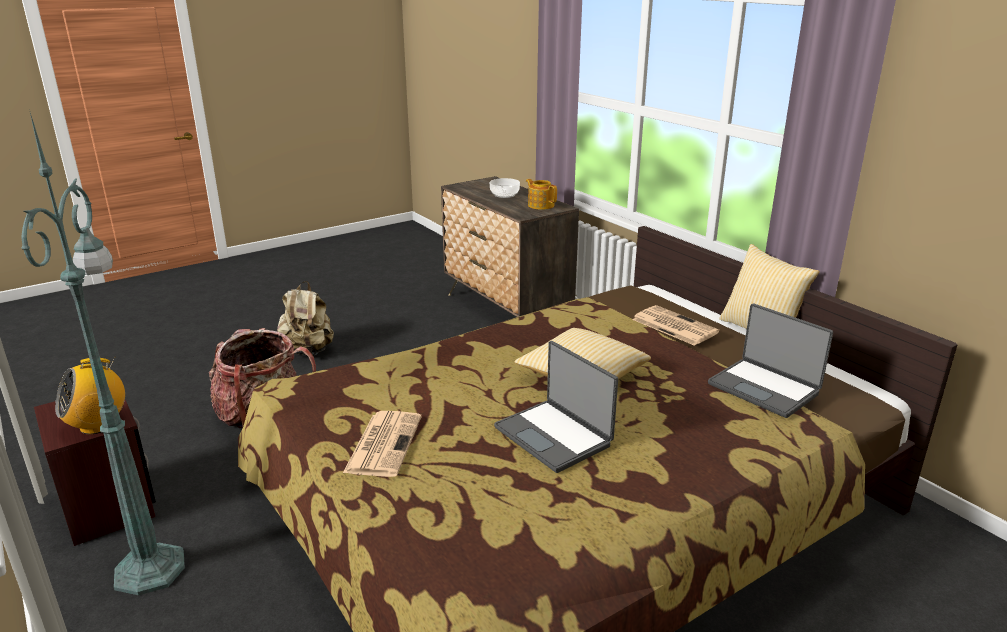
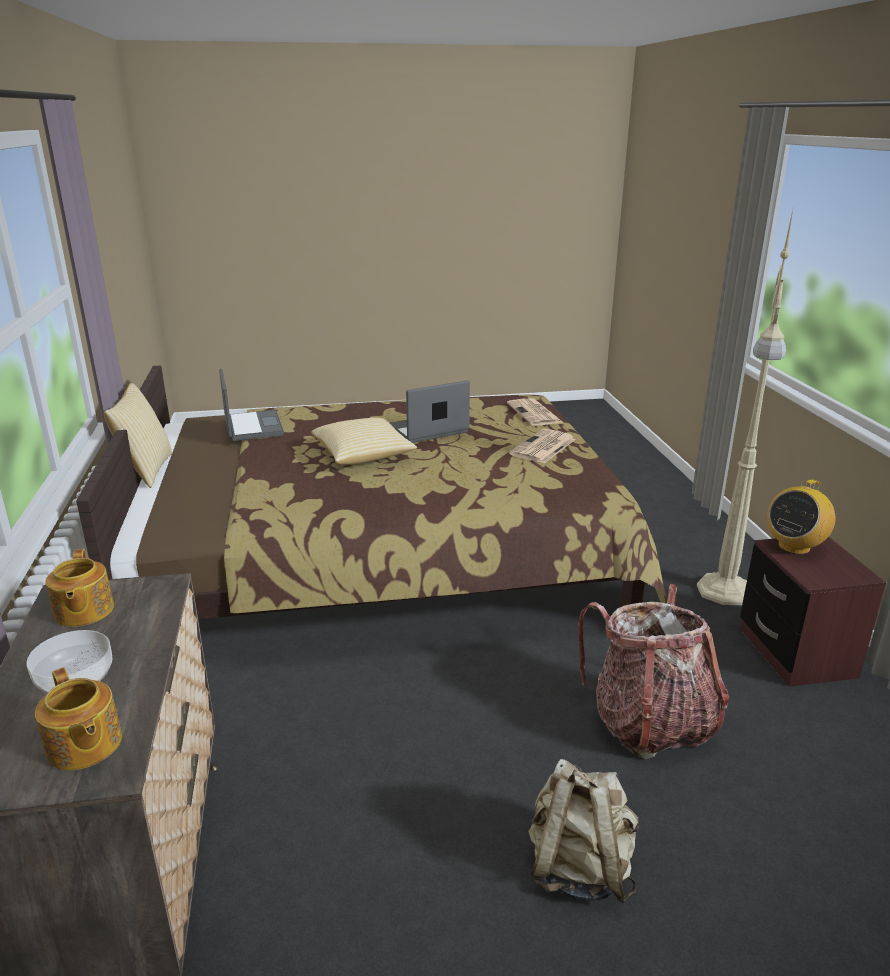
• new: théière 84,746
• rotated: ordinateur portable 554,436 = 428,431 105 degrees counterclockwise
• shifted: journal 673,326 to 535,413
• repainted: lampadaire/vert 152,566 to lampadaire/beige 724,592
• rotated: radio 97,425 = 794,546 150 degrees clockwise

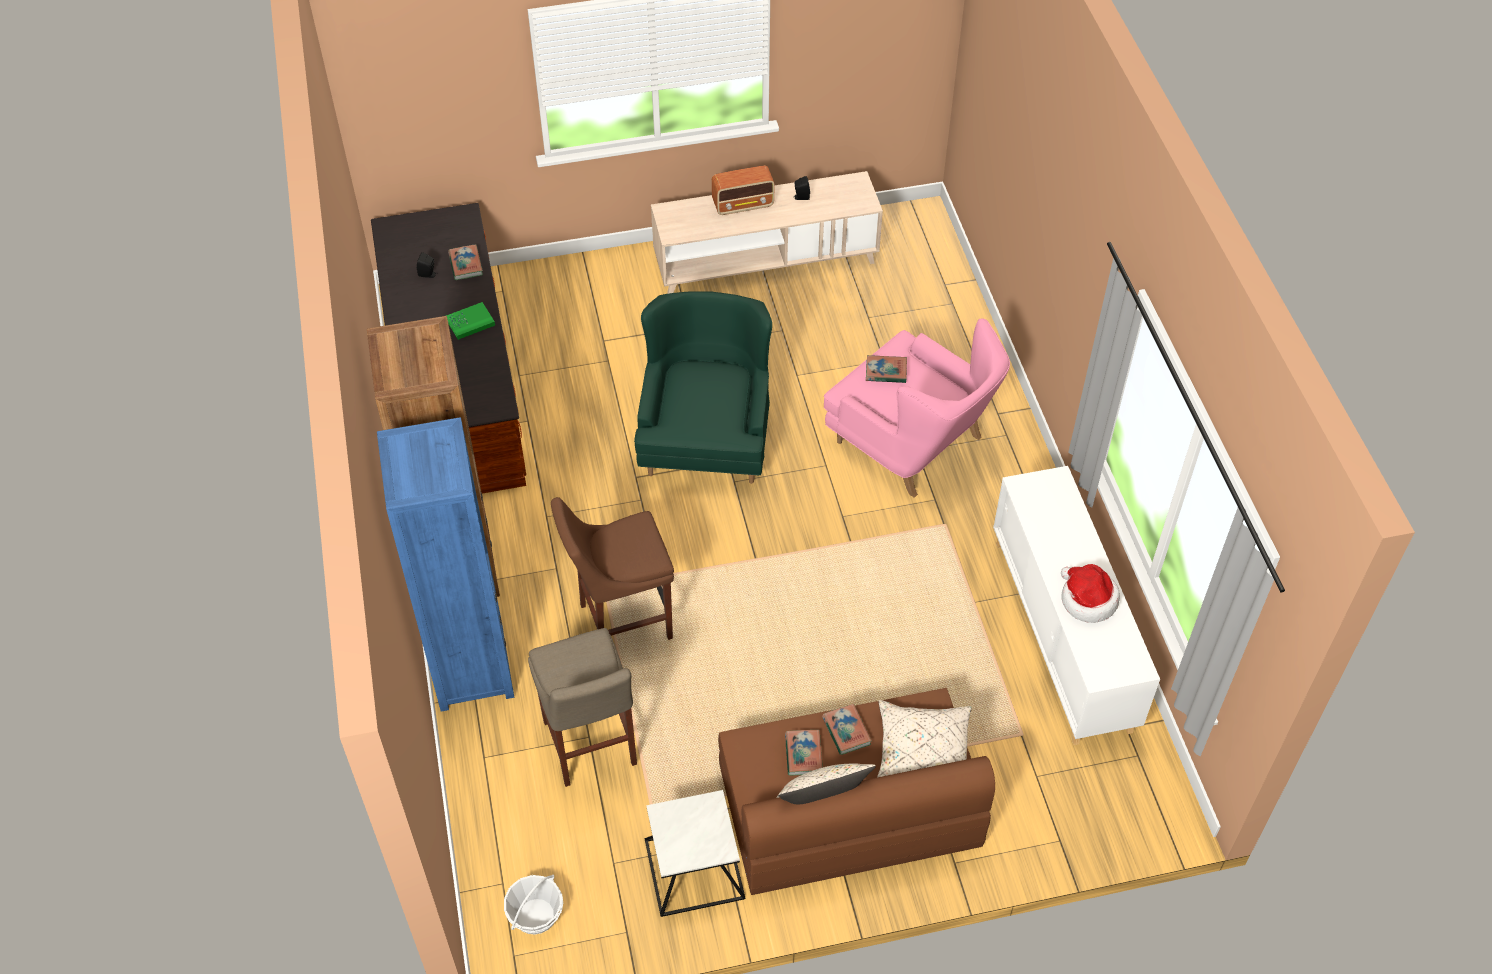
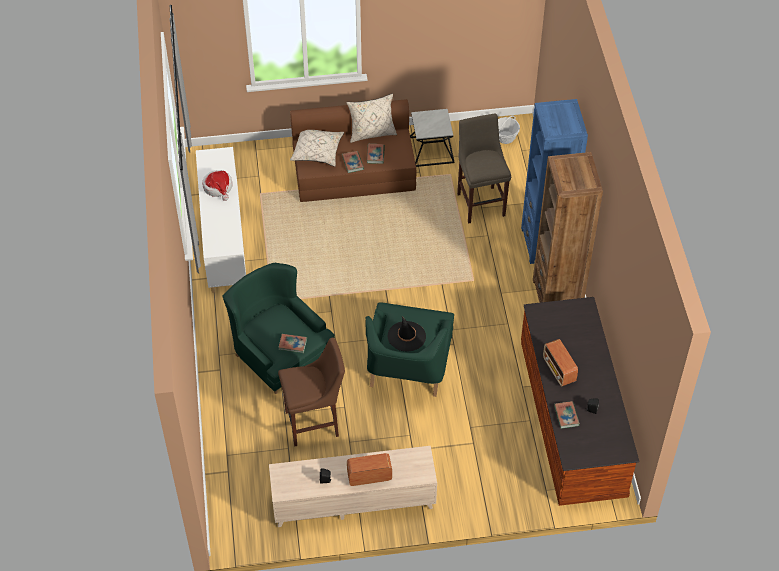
• repainted: fauteuil/rose 912,442 to fauteuil/vert 279,354
• shifted: tabouret/marron 620,622 to 315,423
• new: chapeau/noir 406,336
• swapped: livre/vert 470,322 to radio 559,370

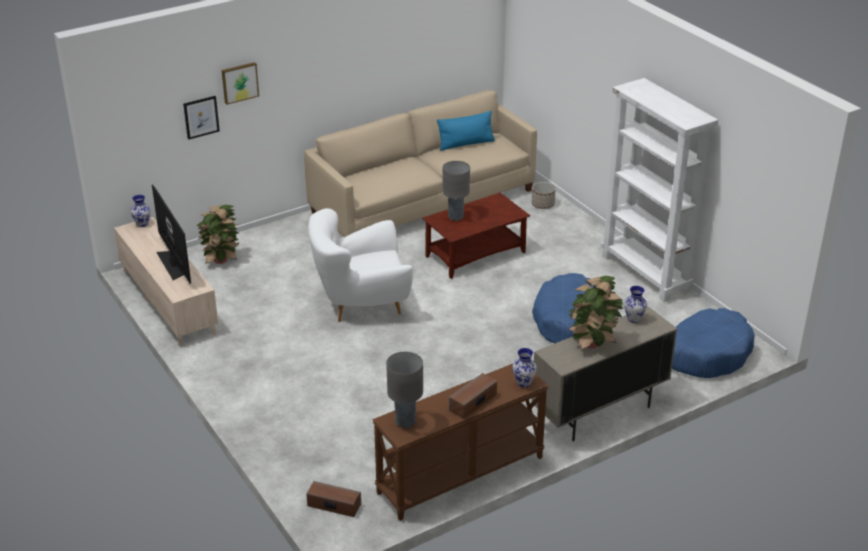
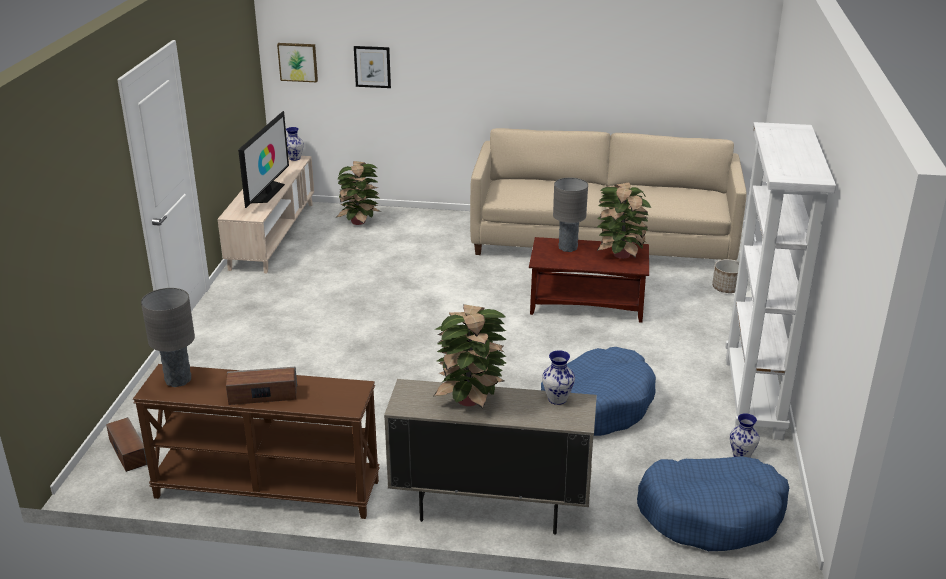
• shifted: tableau 239,82 to 298,62
• new: plante en pot 620,254
• shifted: vase 524,383 to 741,456
• gone: fauteuil/blanc 362,303
• gone: coussin/bleu 466,144

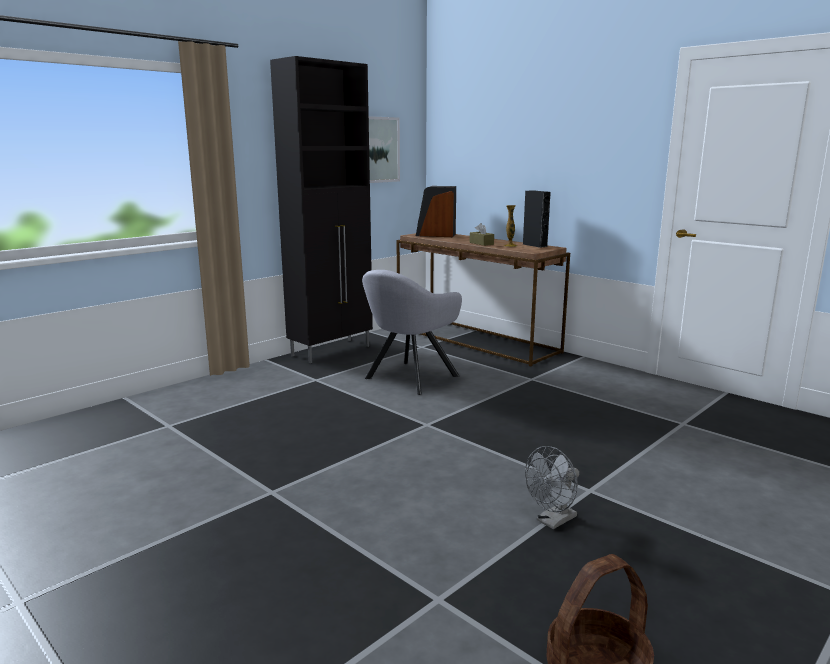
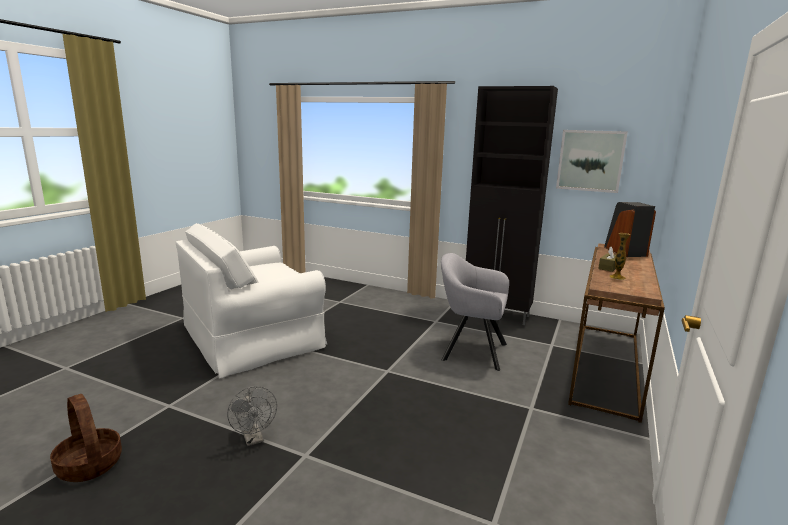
• new: fauteuil/blanc 253,337
• rotated: ventilateur/gris 552,521 = 254,439 150 degrees counterclockwise
• gone: enceinte/noir 535,245

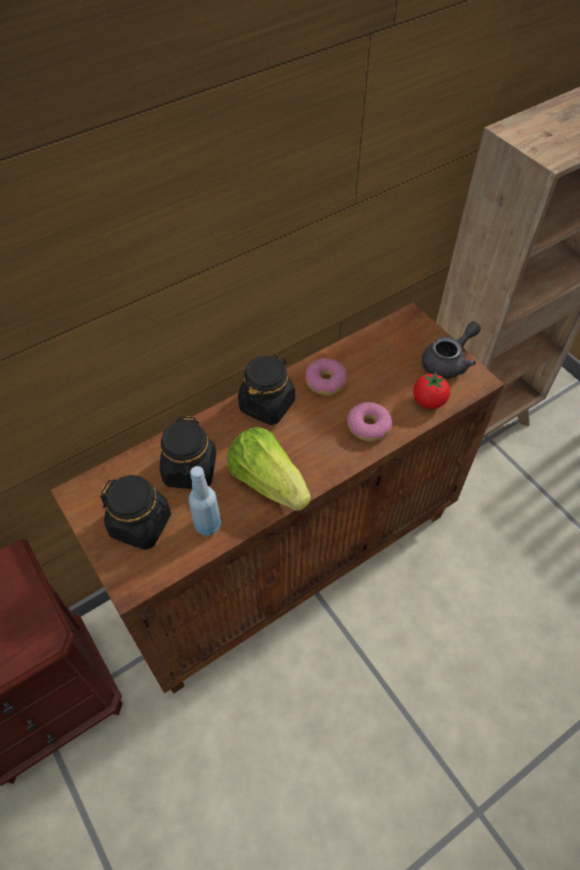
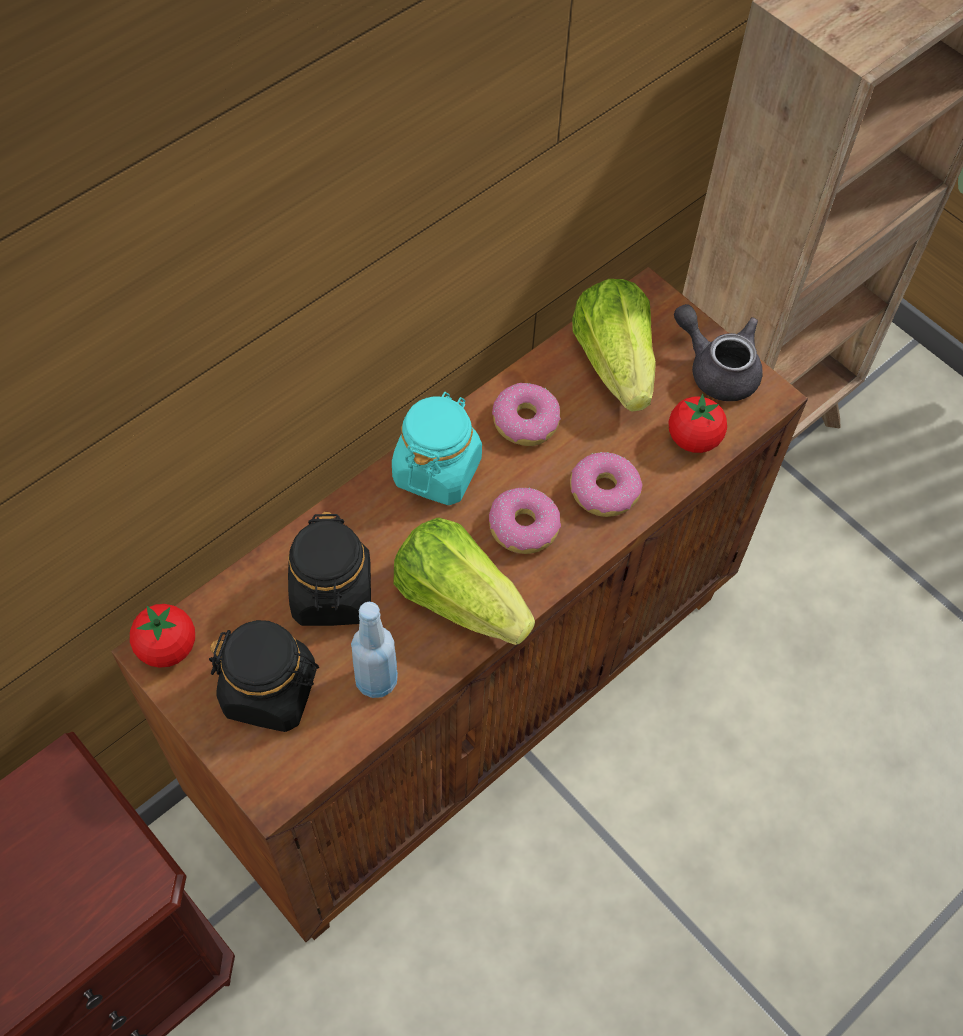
• new: tomate 167,647
• repainted: bocal/noir 267,404 to bocal/turquoise 437,470
• new: beignet 524,527
• new: laitue 615,363
• rotated: théière/gris 448,362 = 717,368 90 degrees counterclockwise

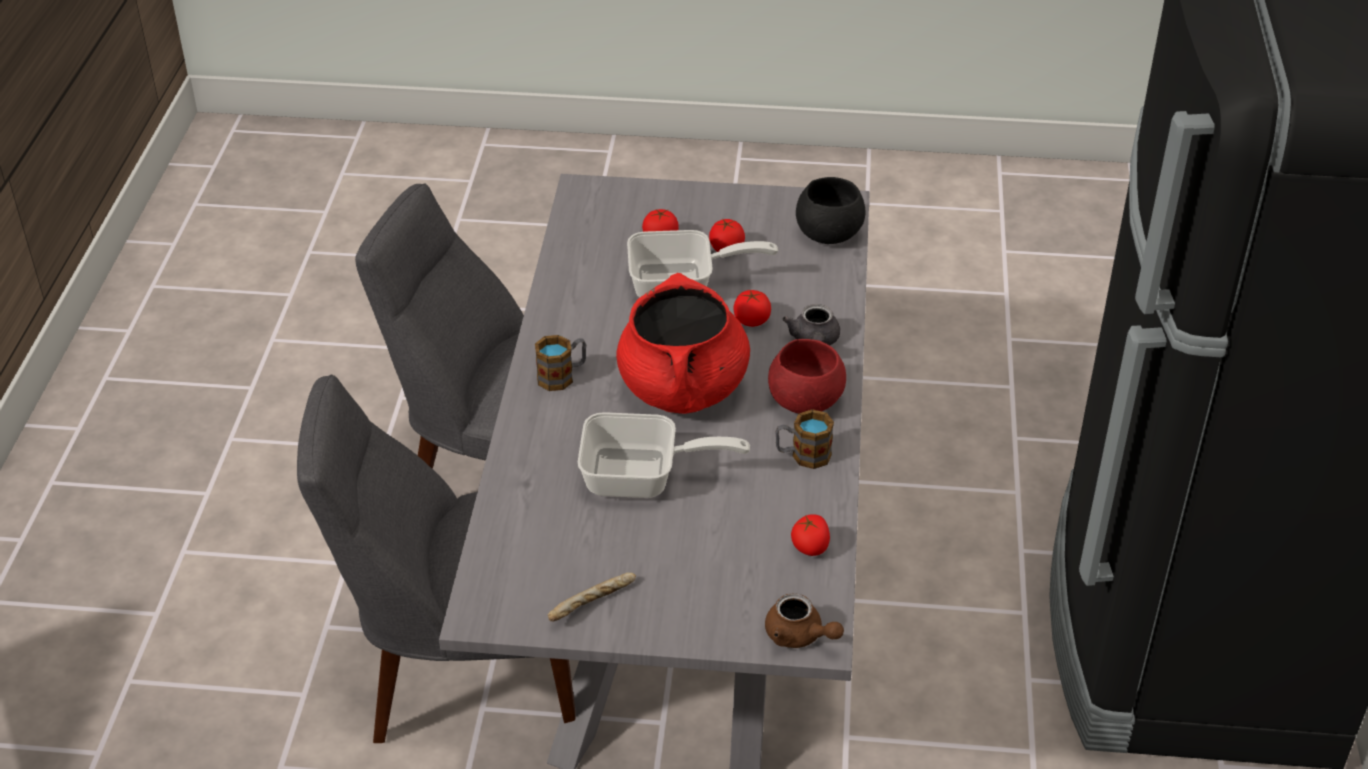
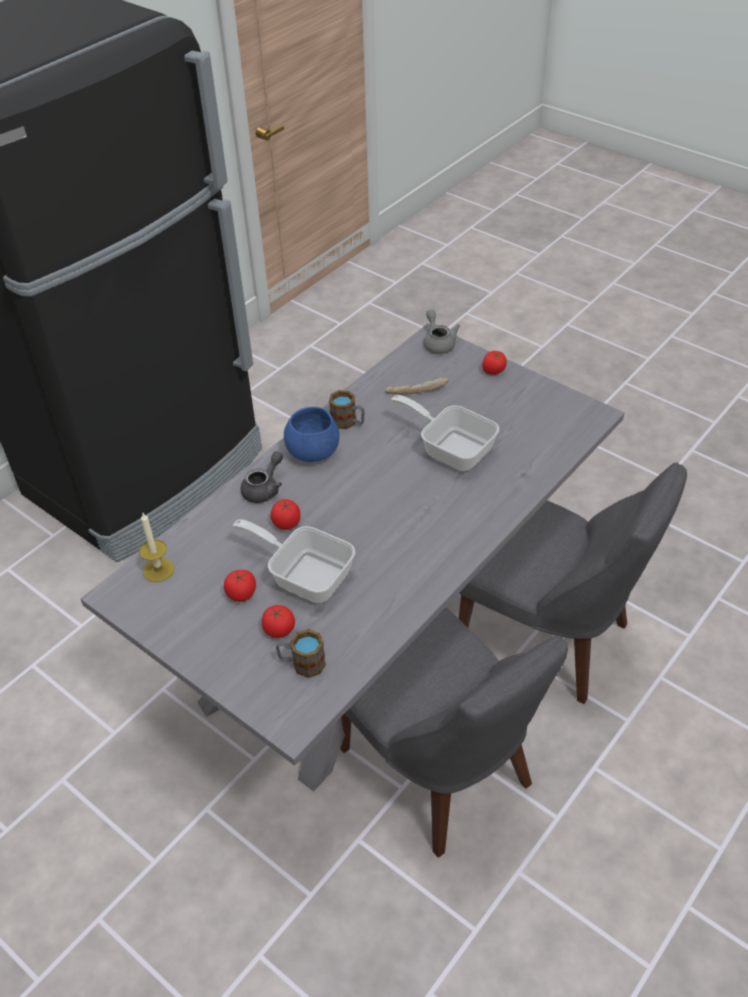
• swapped: bol/noir 828,235 to bougie 158,570
• shifted: mug 562,376 to 302,663
• repainted: bol/rouge 804,401 to bol/bleu 313,452
• shifted: pain 593,604 to 416,390
• repainted: théière/marron 799,636 to théière/gris 438,343
• shifted: tomate 810,547 to 493,371
• gone: marmite/rouge 683,389

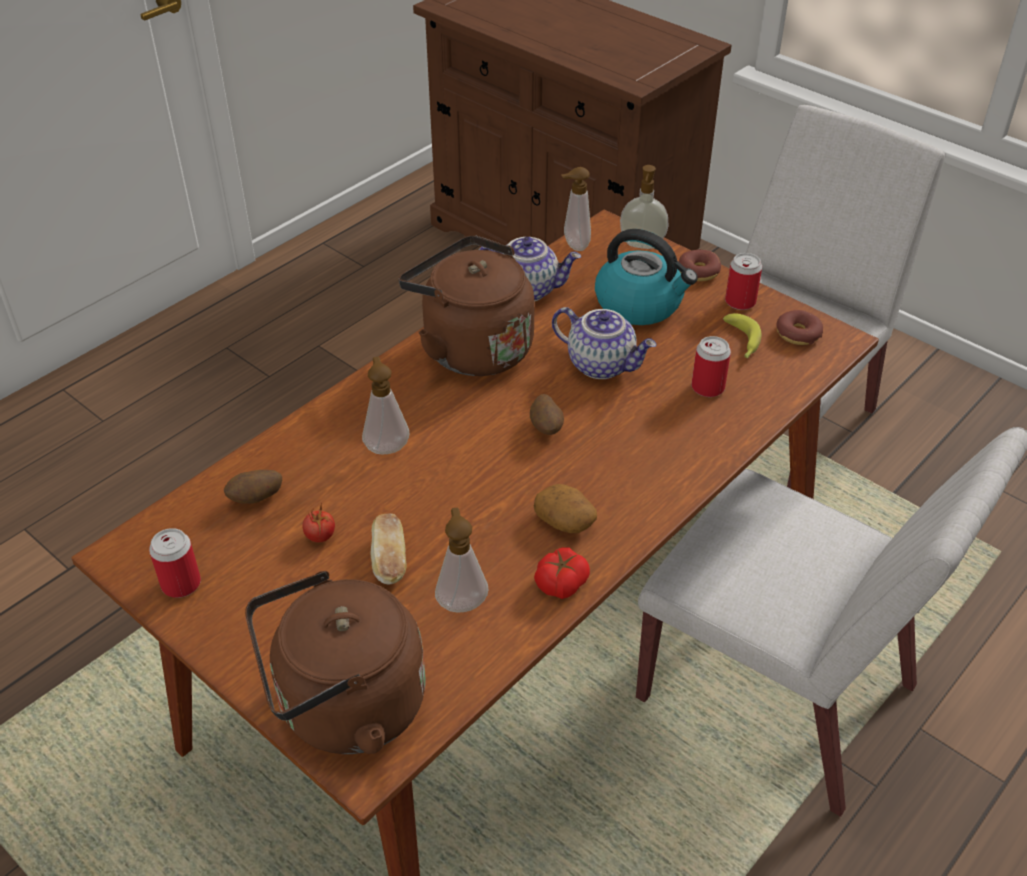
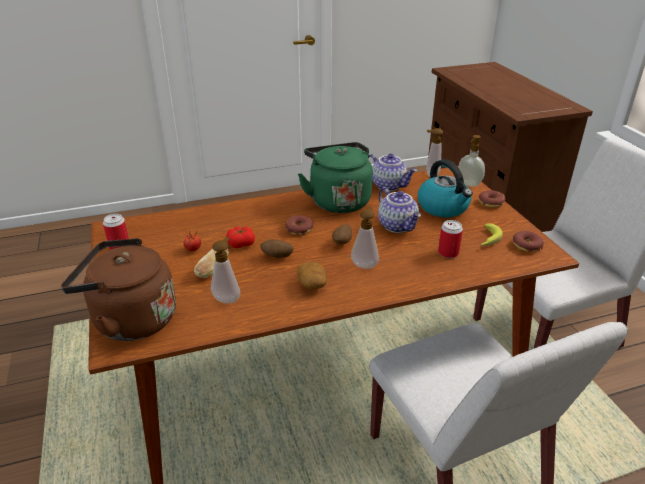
• shifted: tomate 561,583 to 241,244
• shifted: pomme de terre 256,499 to 277,257
• new: beignet 299,229
• repainted: bouilloire/marron 472,347 to bouilloire/vert 338,200
• shifted: distributeur de savon 386,446 to 365,264
• gone: boîte métallique 740,302

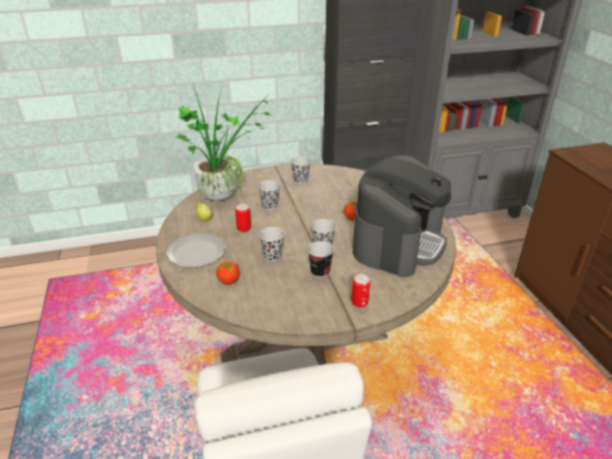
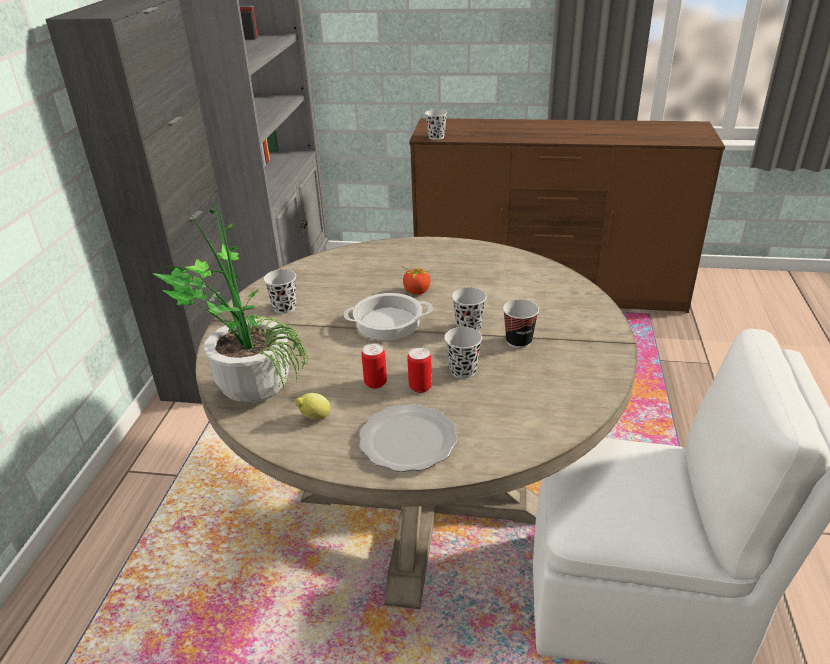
• new: marmite 387,323
• shifted: boîte métallique 359,303 to 420,387
• shifted: tasse/noir 269,206 to 436,137
• gone: tomate 228,281
• gone: machine à café 398,242

